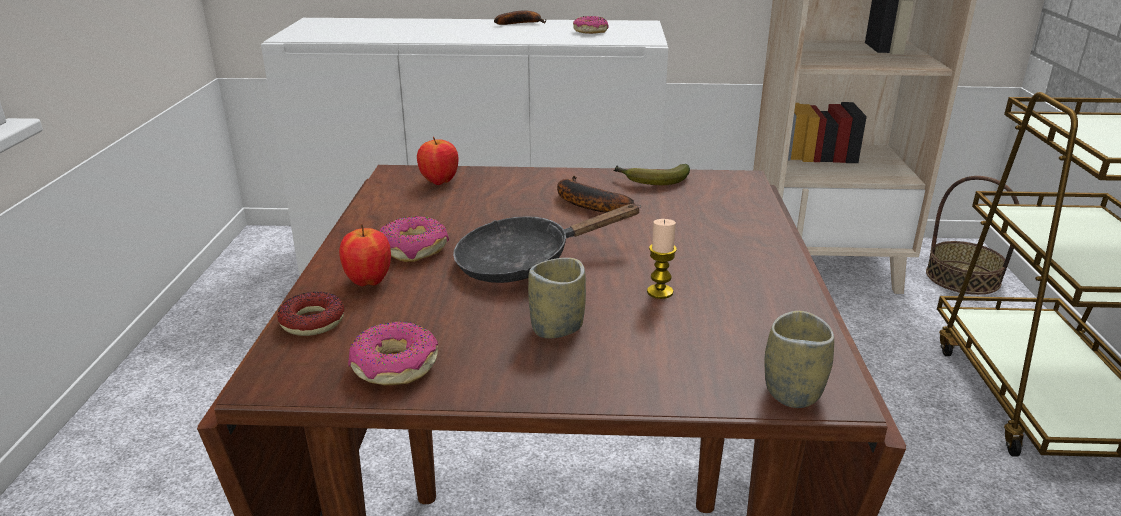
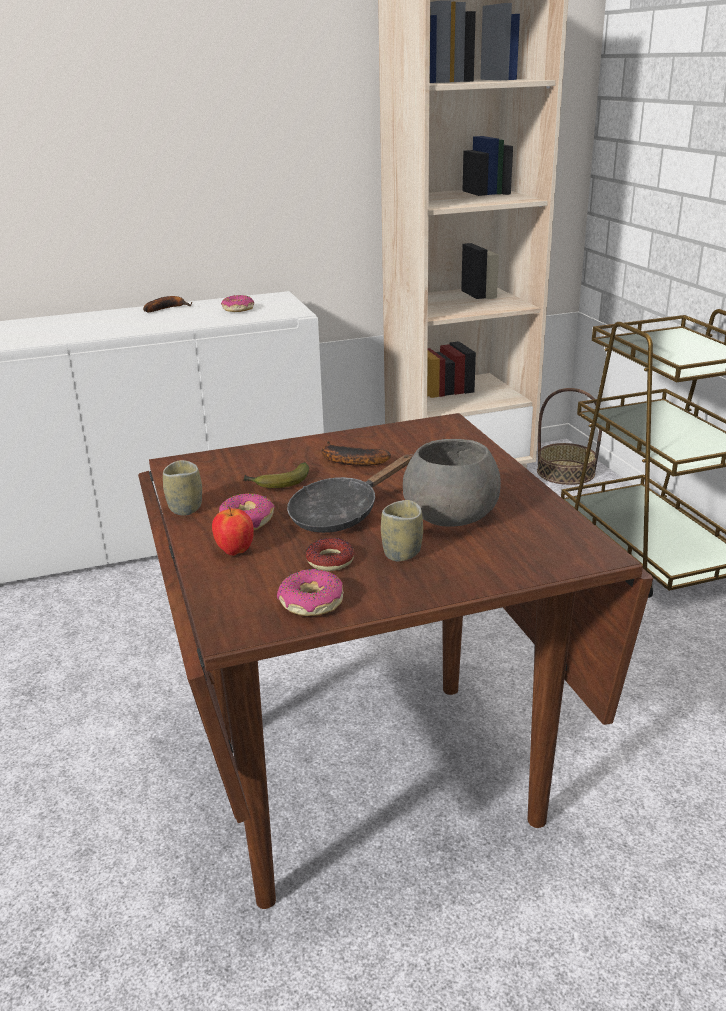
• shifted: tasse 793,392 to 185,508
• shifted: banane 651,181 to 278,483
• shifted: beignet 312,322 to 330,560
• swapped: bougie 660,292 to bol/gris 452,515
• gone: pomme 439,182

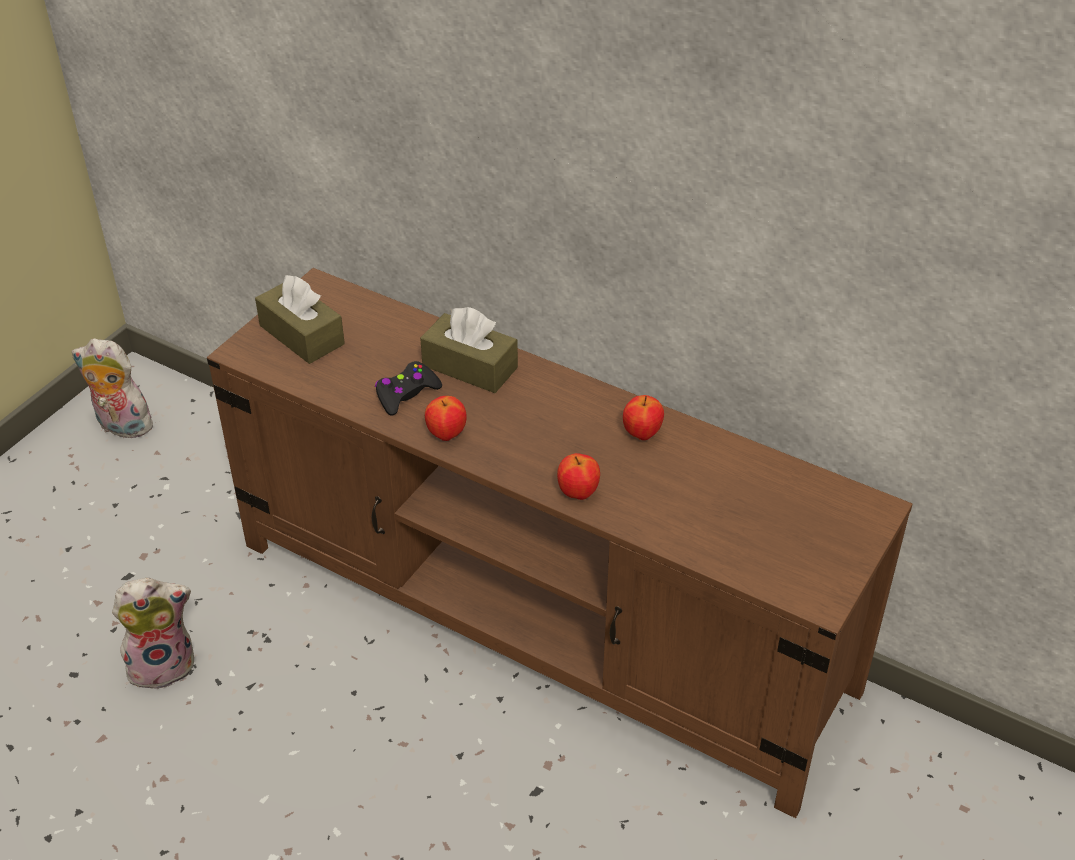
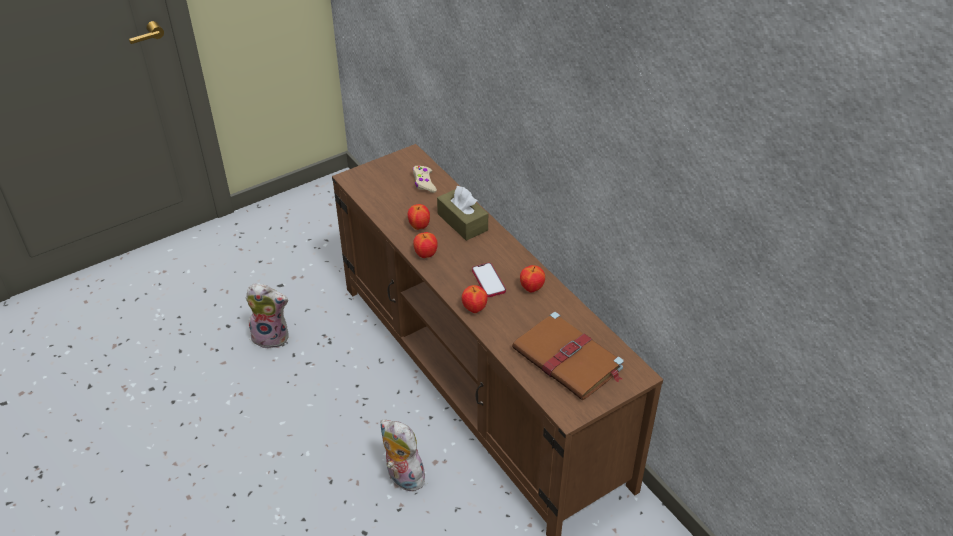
• shifted: peluche 121,427 to 402,477
• swapped: manette/noir 406,394 to pomme 419,226
• new: manette/beige 424,182
• new: téléphone 488,281
• new: livre/marron 569,359
• gone: boîte à mouchoirs/marron 302,335

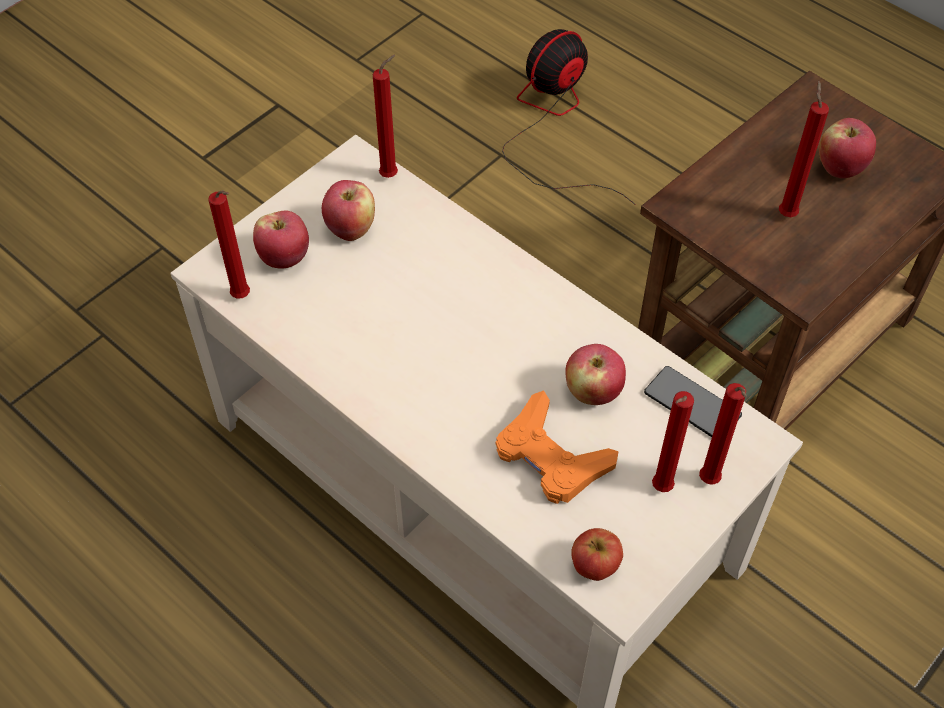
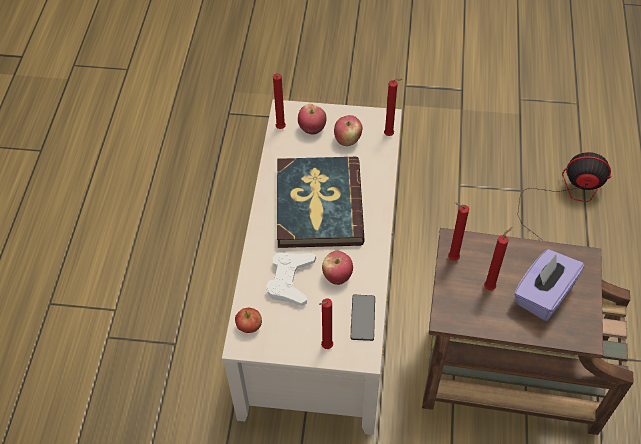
• repainted: manette/orange 551,456 to manette/blanc 290,280
• new: livre 318,205
• shifted: bougie/rouge 659,489 to 451,258
• swapped: pomme 840,168 to boîte à mouchoirs/violet 543,294

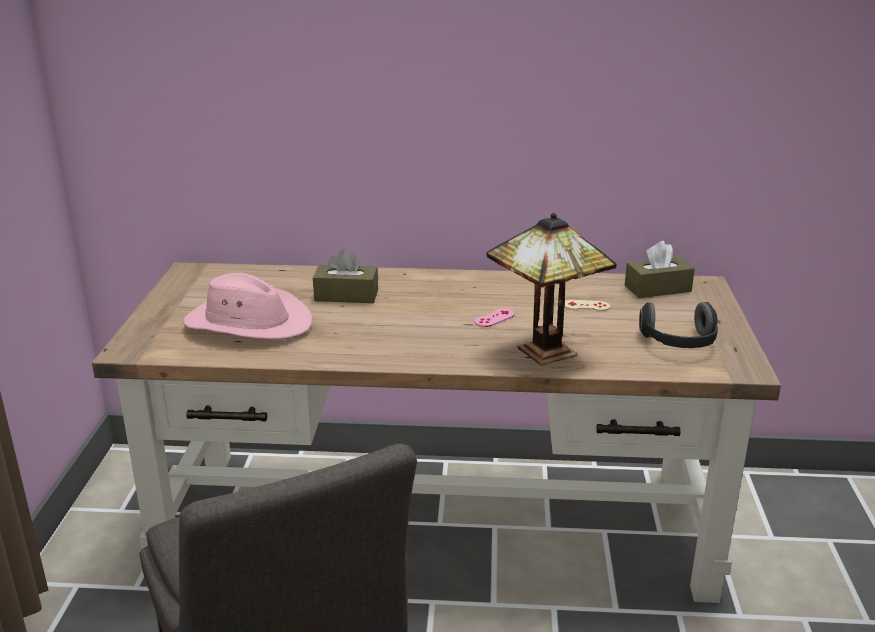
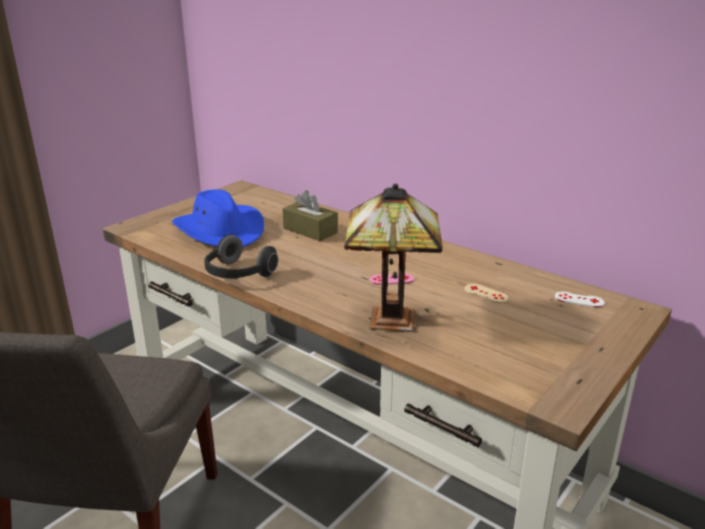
• repainted: chapeau/rose 248,323 to chapeau/bleu 221,230
• shifted: casque audio 679,343 to 238,275
• swapped: boîte à mouchoirs/marron 657,288 to manette/blanc 579,300

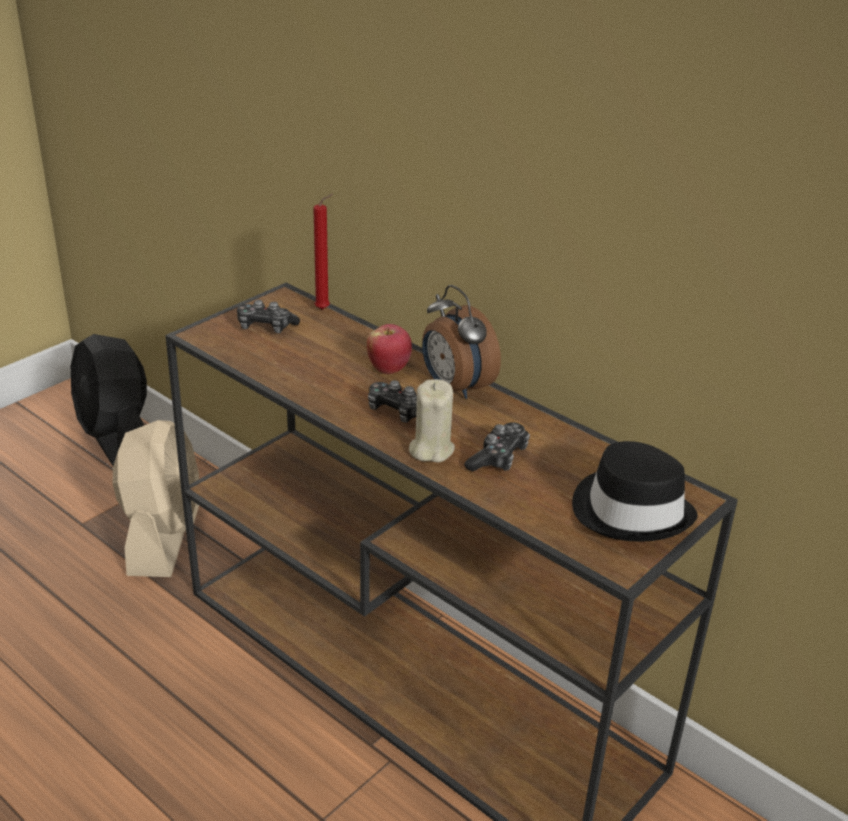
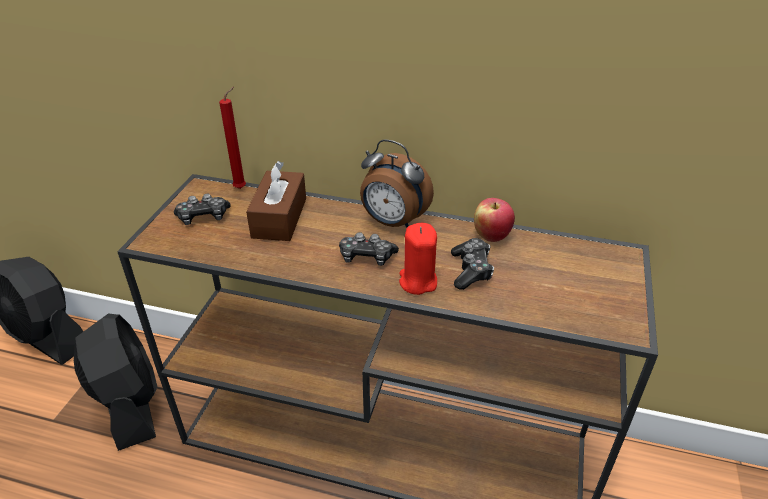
• repainted: ventilateur/beige 163,535 to ventilateur/noir 130,403
• new: boîte à mouchoirs/marron 279,218
• repainted: bougie/beige 431,449 to bougie/rouge 417,281
• shifted: pomme 388,369 to 491,236
• gone: chapeau/noir 631,511

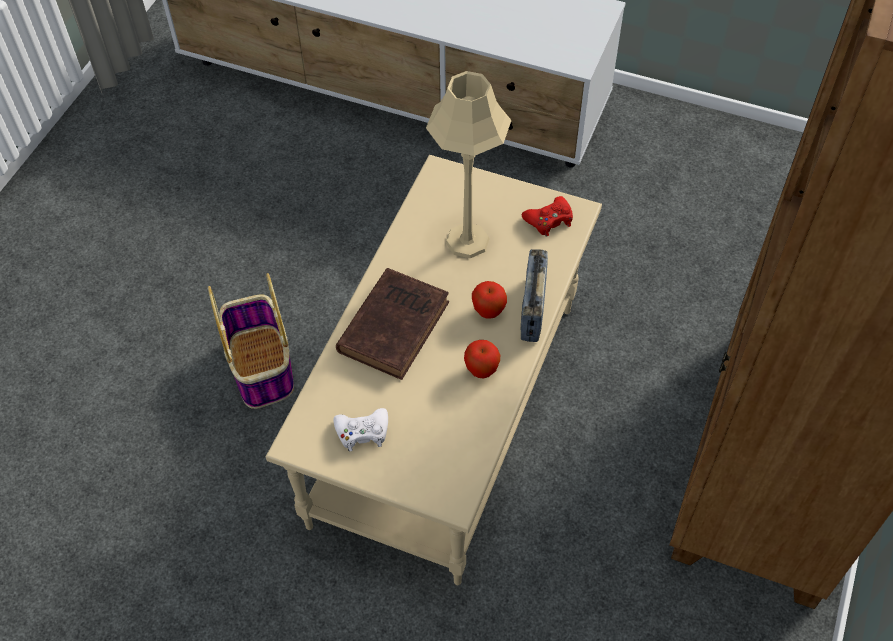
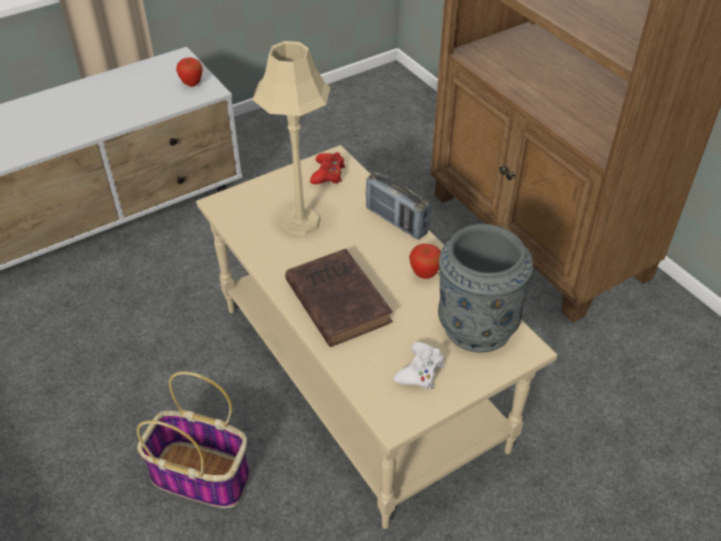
• shifted: pomme 488,312 to 192,84
• new: vase/gris 475,326

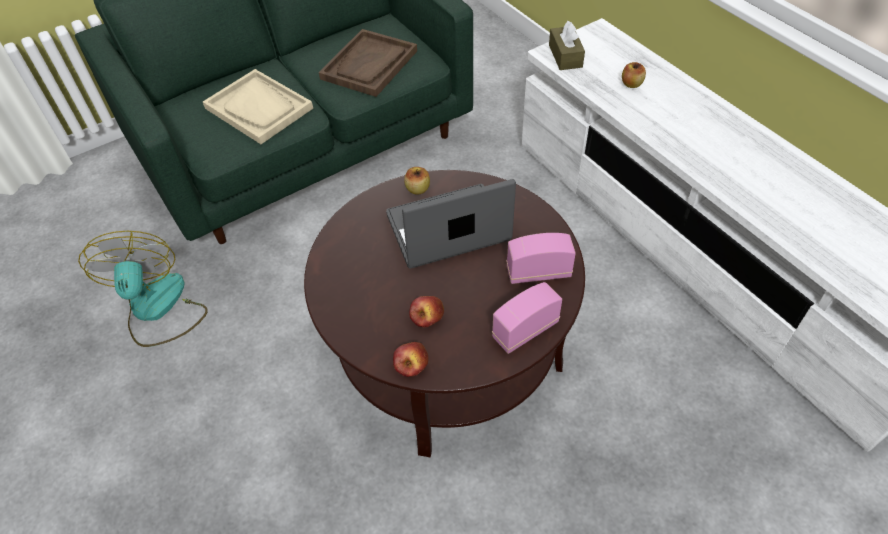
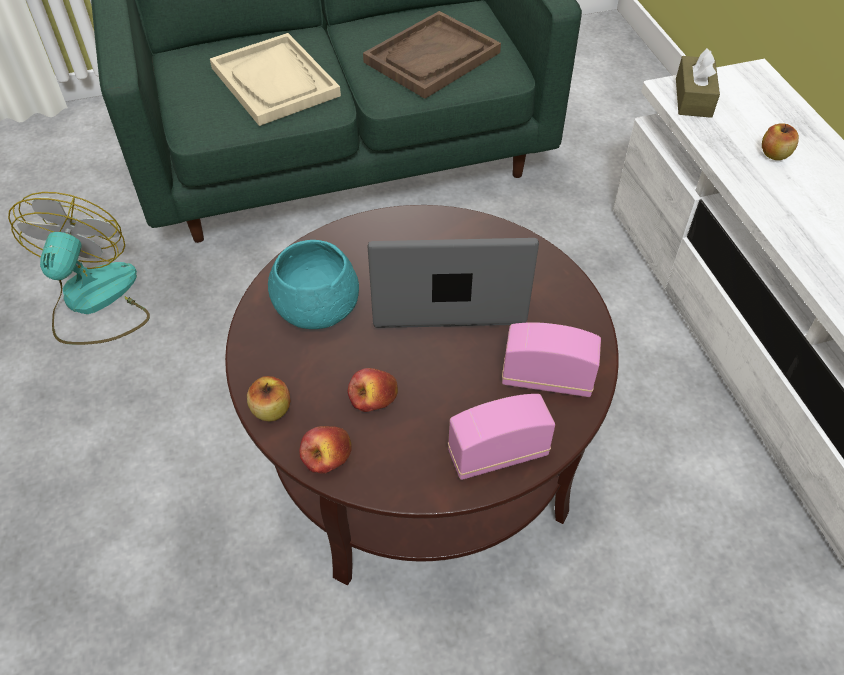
• shifted: pomme 417,189 to 271,410
• new: bol/turquoise 316,307

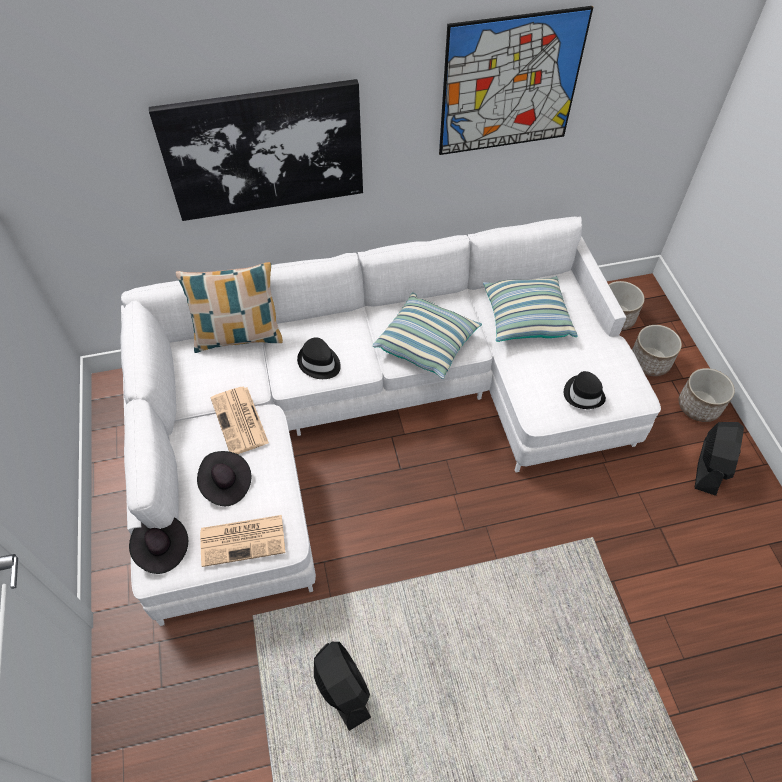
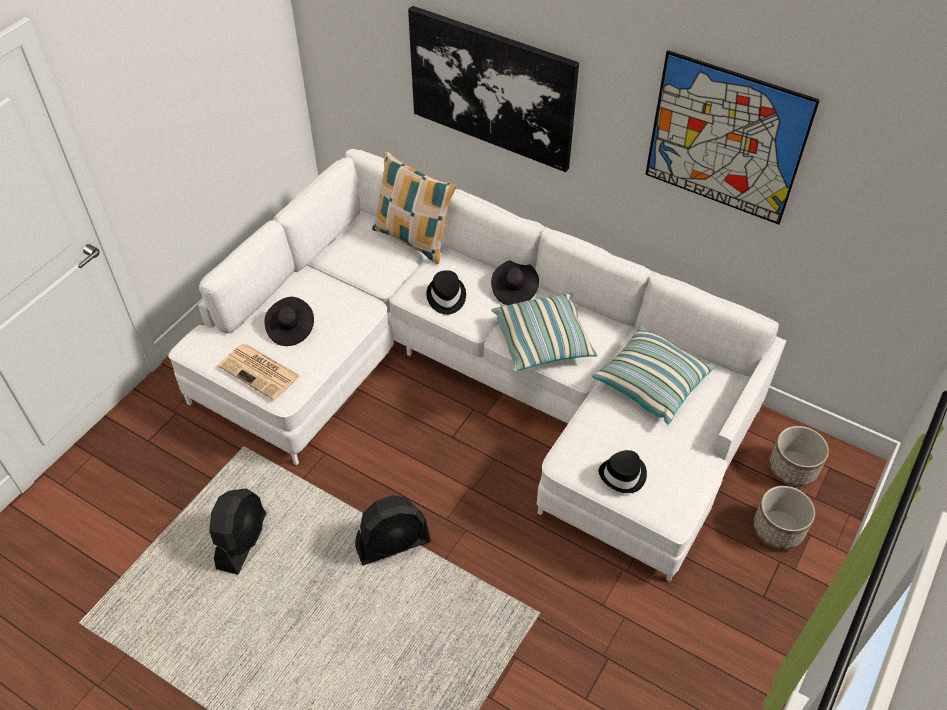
• shifted: ventilateur/noir 710,466 to 393,544
• shifted: chapeau/noir 162,549 to 514,290
• gone: journal 240,421
• gone: cache-pot 699,406

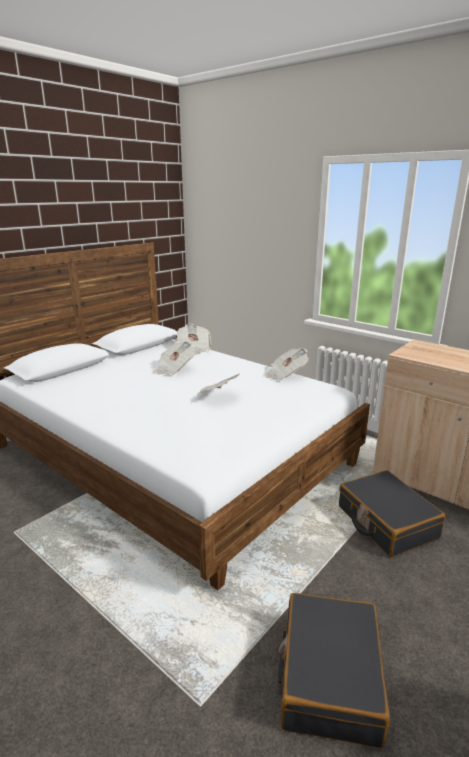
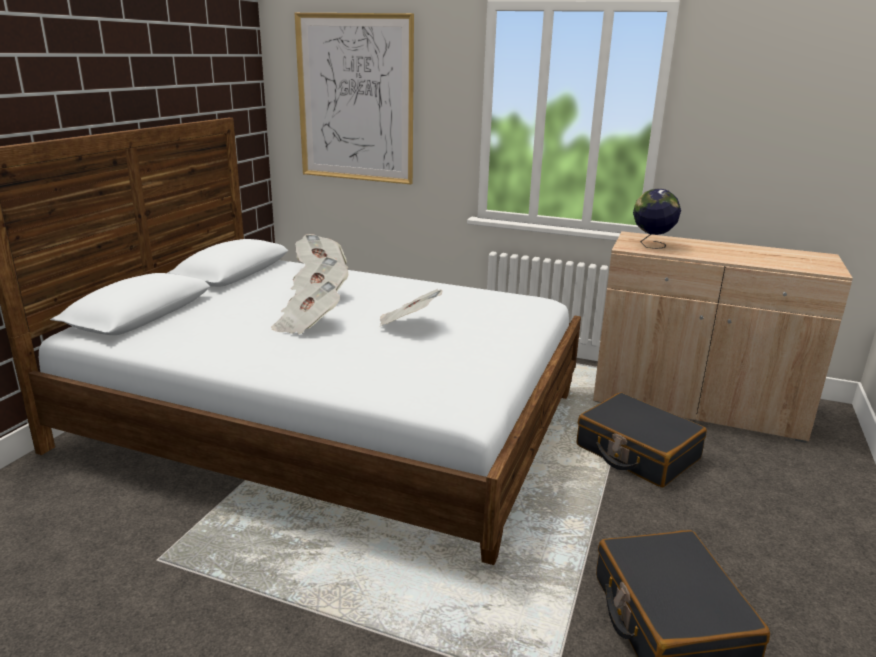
• shifted: journal 285,375 to 306,325
• new: tableau 355,99
• new: globe 651,245

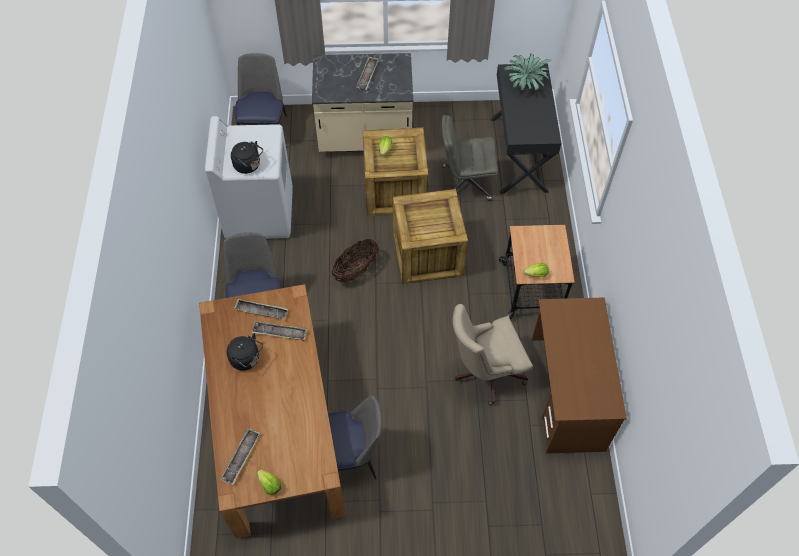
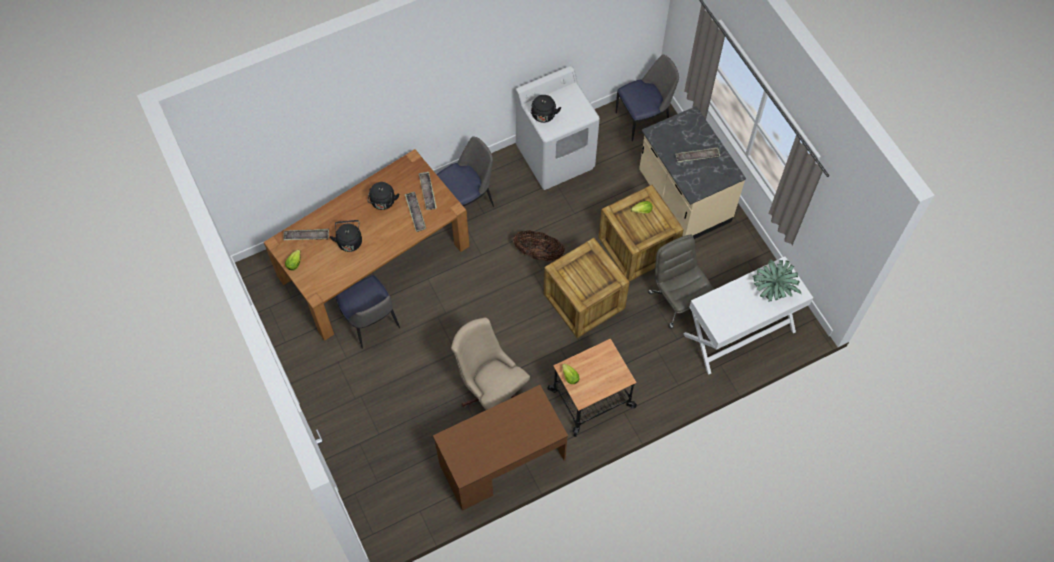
• new: bouilloire/noir 349,241
• repainted: bureau/noir 519,154 to bureau/blanc 739,333

